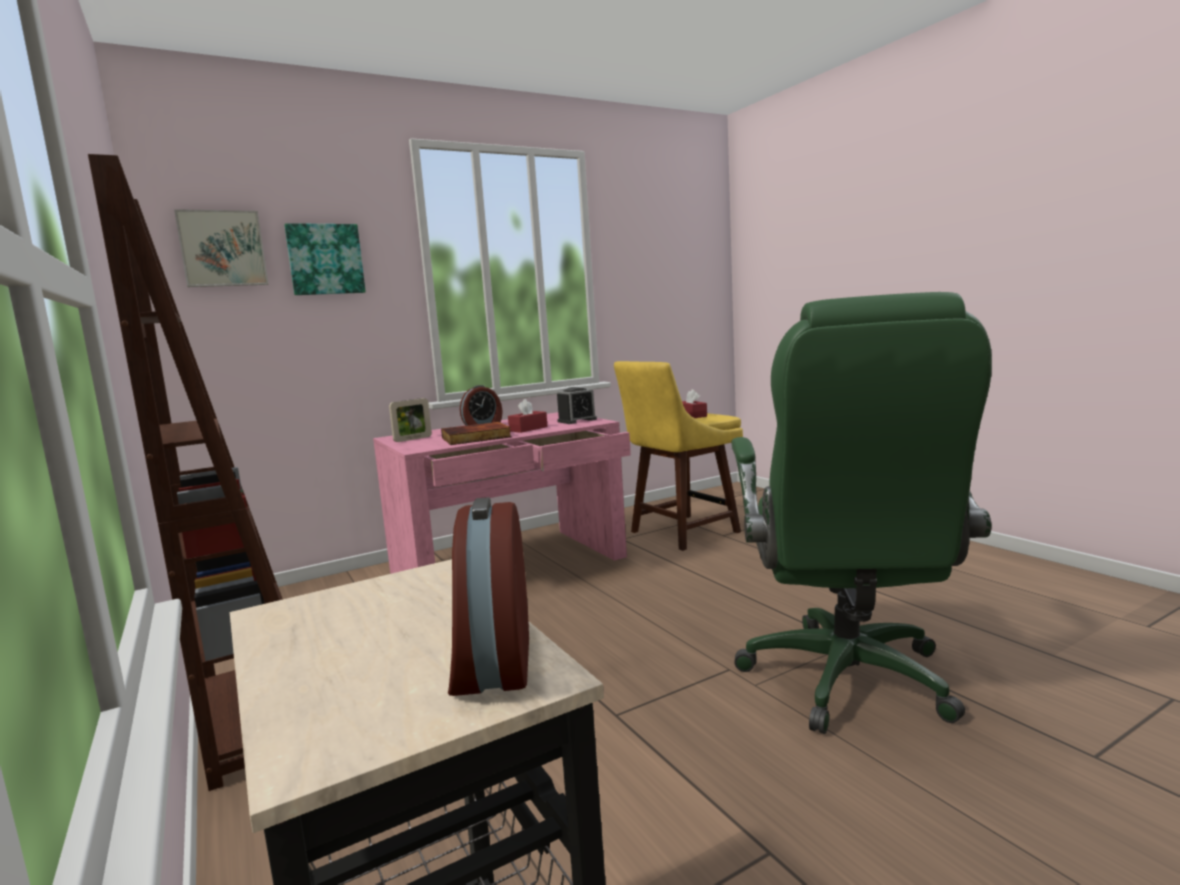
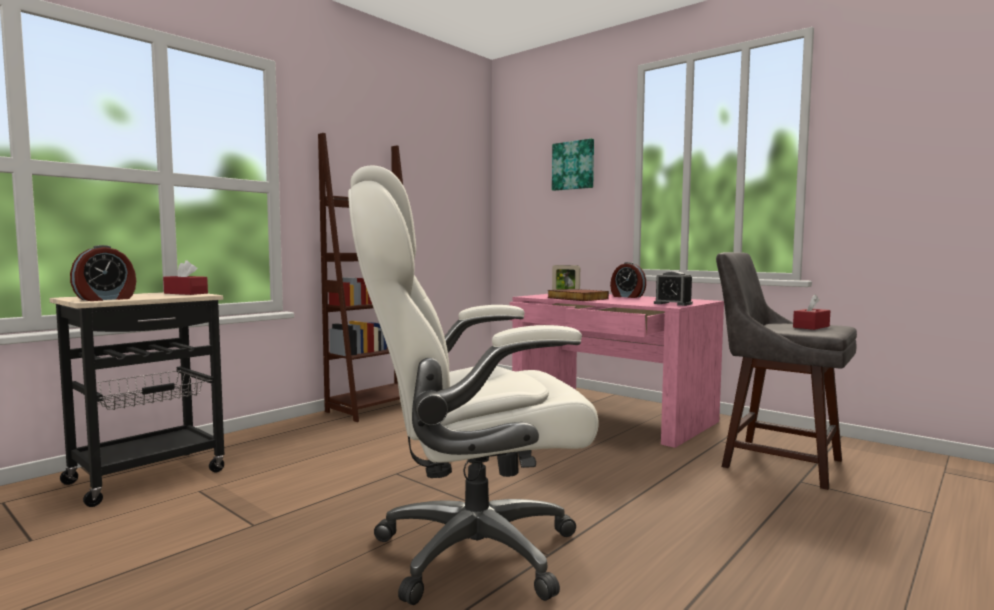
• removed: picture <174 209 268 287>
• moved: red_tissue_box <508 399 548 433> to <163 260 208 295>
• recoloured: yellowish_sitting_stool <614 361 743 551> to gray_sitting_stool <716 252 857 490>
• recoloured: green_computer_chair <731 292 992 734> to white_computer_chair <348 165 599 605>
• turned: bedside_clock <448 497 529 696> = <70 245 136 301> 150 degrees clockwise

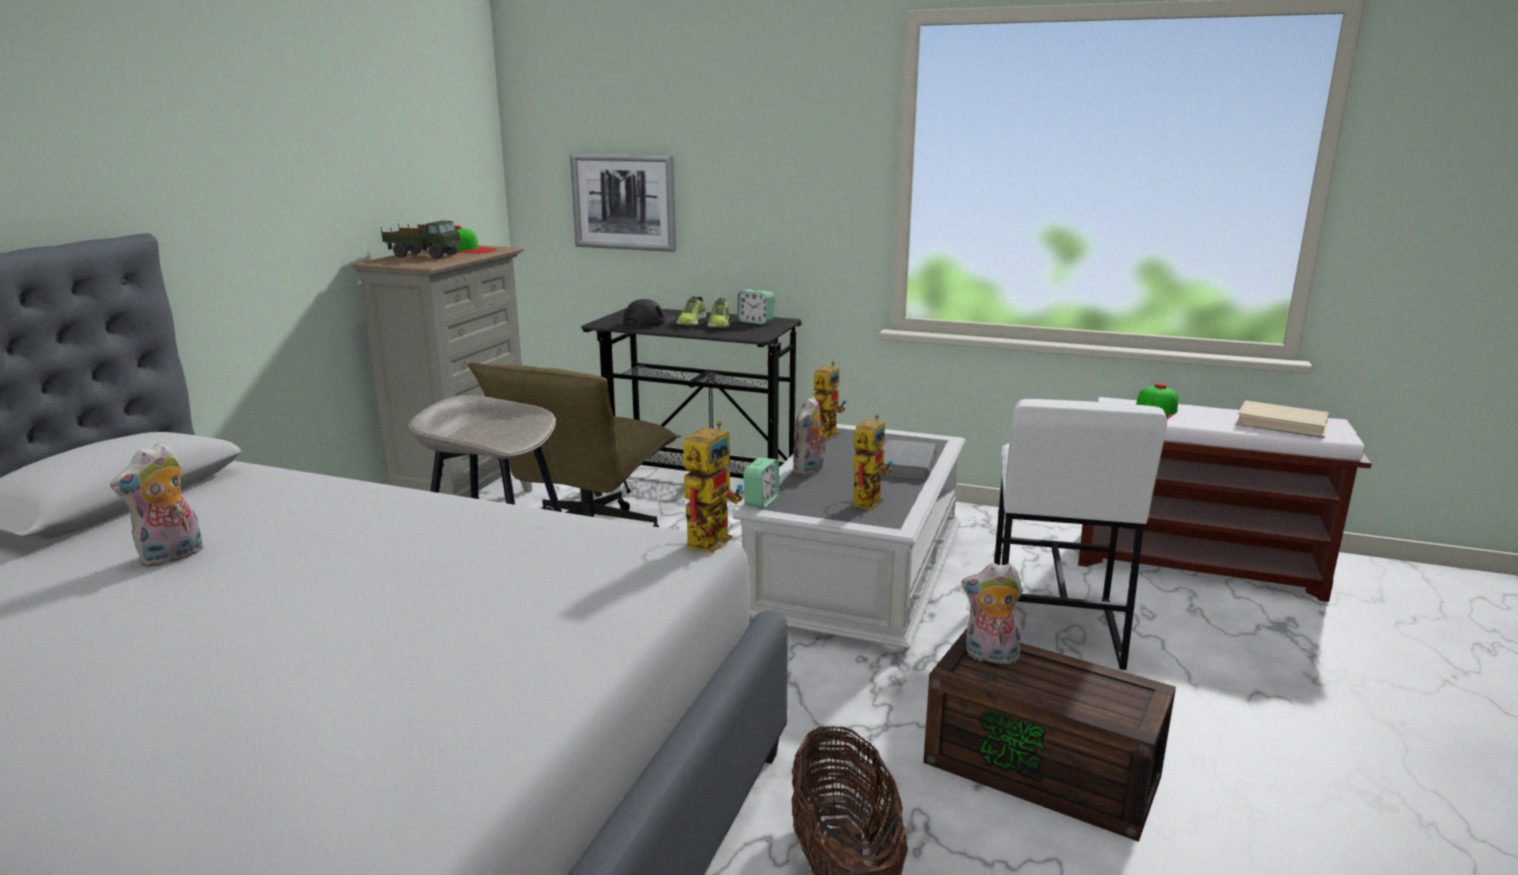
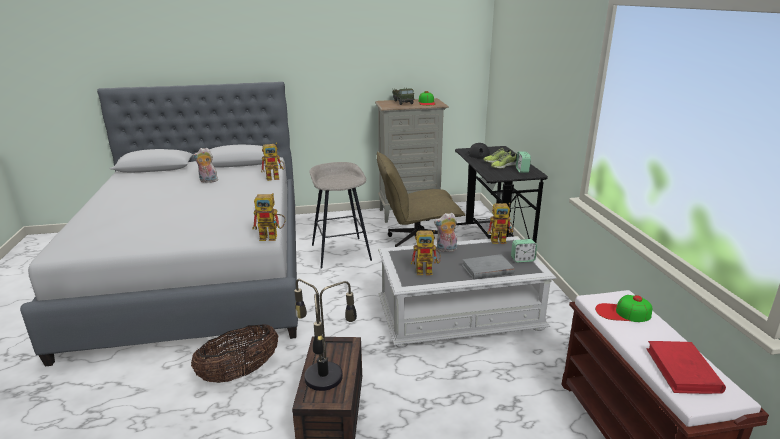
• removed: picture <570 154 676 252>
• removed: soft_toy <961 563 1023 667>
• removed: white_chair <994 399 1167 670>
• added: model_robot <261 143 285 181>
• added: table_lamp <294 279 357 391>
• moved: bedside_clock <743 458 780 508> to <511 239 537 263>
• recoloured: beige_bound_book <1236 400 1329 438> to red_bound_book <647 341 726 394>

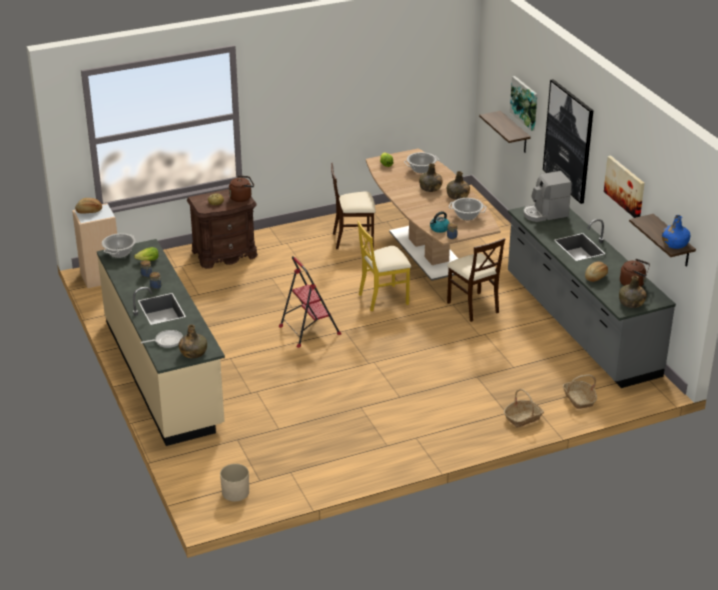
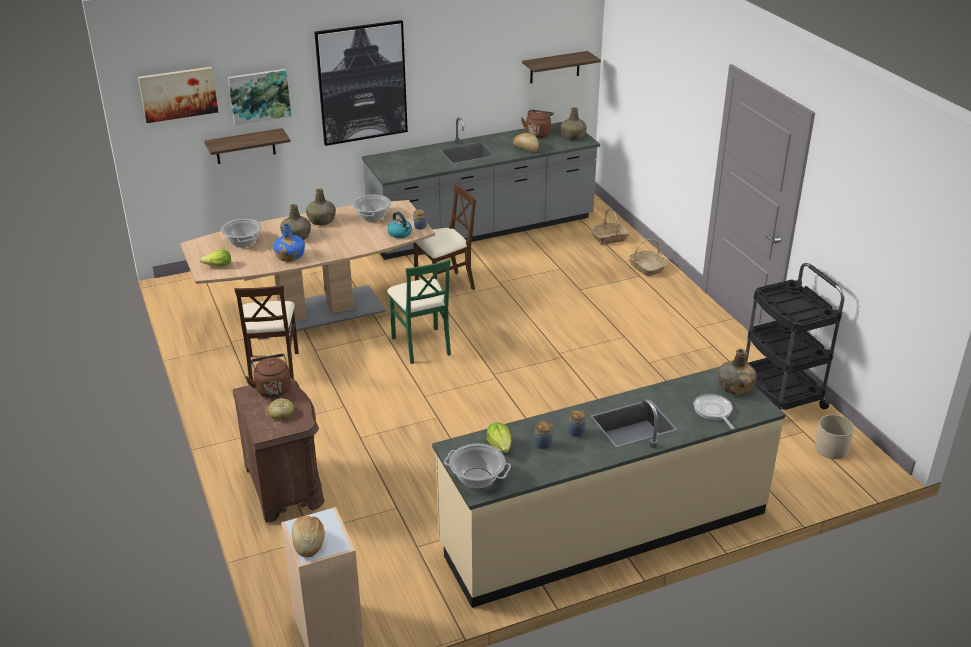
• removed: red_step_stool <279 256 342 348>
• removed: coffee_machine <523 171 572 222>
• added: blackish_wheeled_cart <746 263 845 410>
• moved: picture <604 155 645 218> to <138 67 218 123>
• moved: bluish_beverage_bottle <662 215 690 249> to <273 223 305 262>
• recoloured: yellowish_chair <357 221 411 311> to green_chair <387 260 451 364>

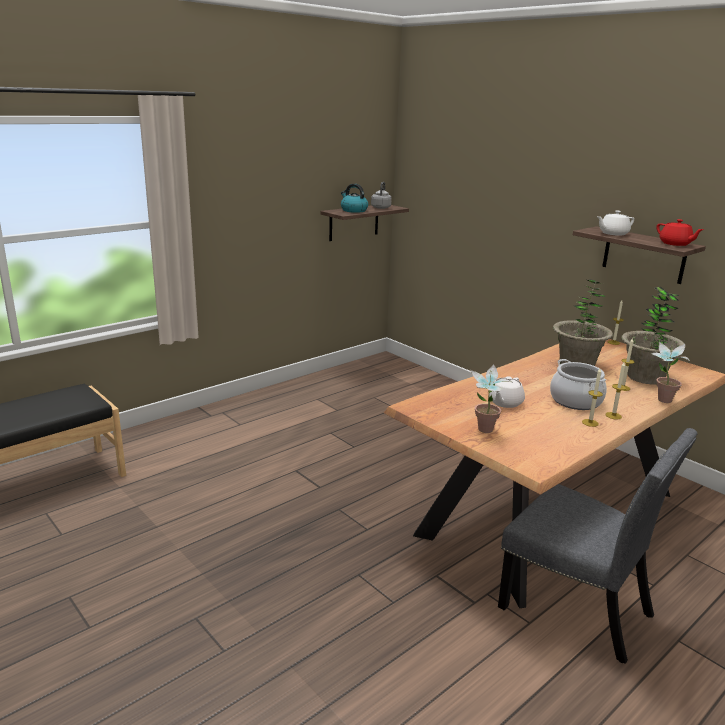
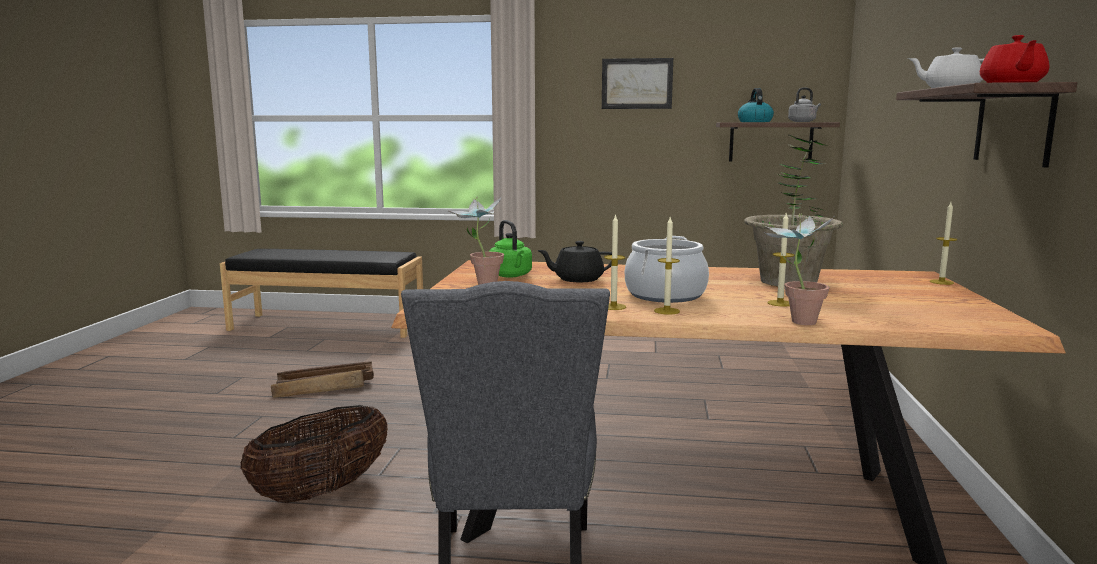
• removed: potted_plant <621 287 686 384>
• added: storage_basket <240 405 388 503>
• added: packing_crate <271 361 374 398>
• added: green_kettle <489 220 532 278>
• added: picture <602 58 673 109>
• recoloured: white_pot_for_tea <490 376 525 408> to blackish_pot_for_tea <537 241 612 282>

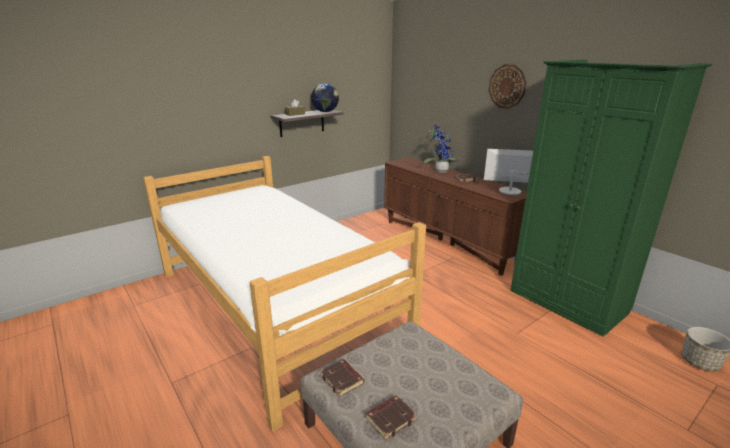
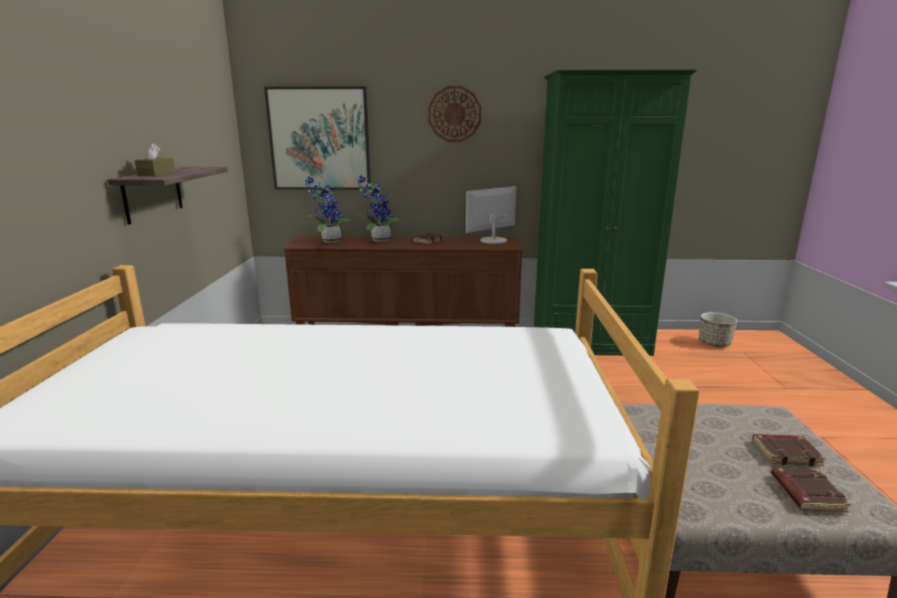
• removed: world_globe <311 83 339 112>
• added: picture <264 86 371 190>
• added: potted_plant <305 176 352 243>
• moved: brown_bound_book <320 359 364 397> to <752 434 826 466>

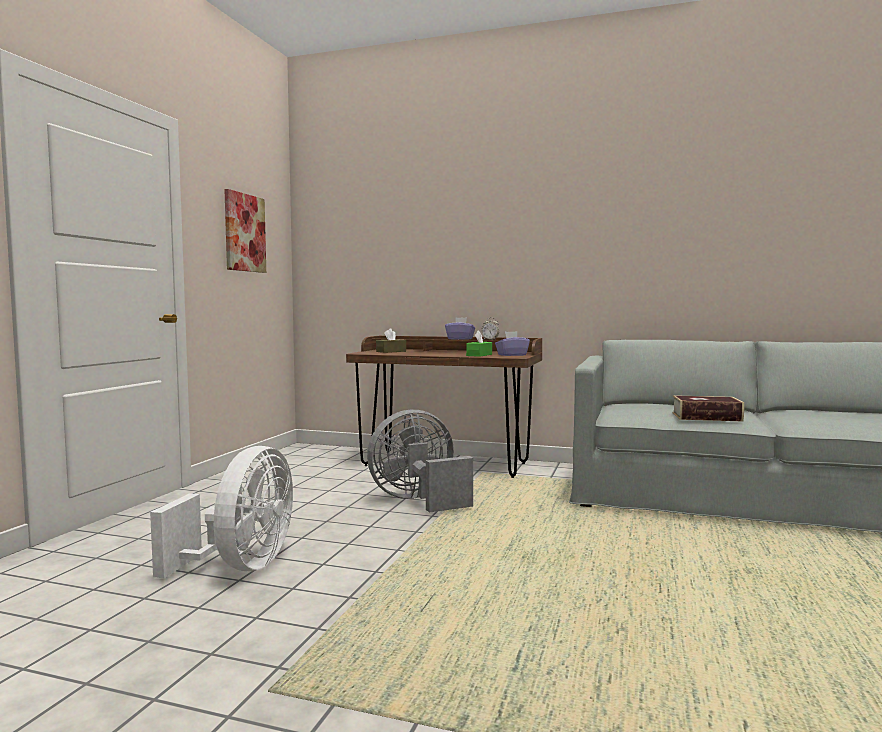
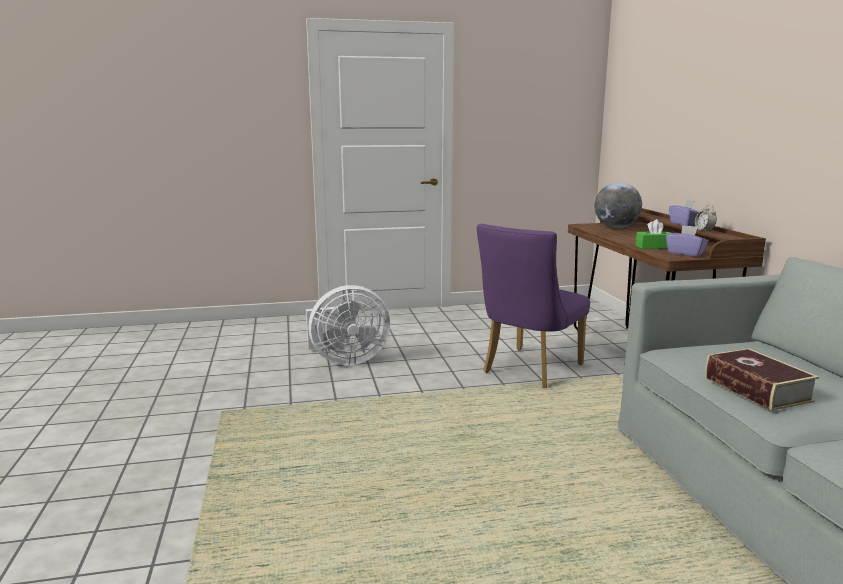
• removed: picture <224 189 266 273>
• replaced: gray_fan <367 410 473 513> to purplish_chair <477 224 590 388>
• replaced: brown_tissue_box <376 328 406 353> to world_globe <595 182 642 228>

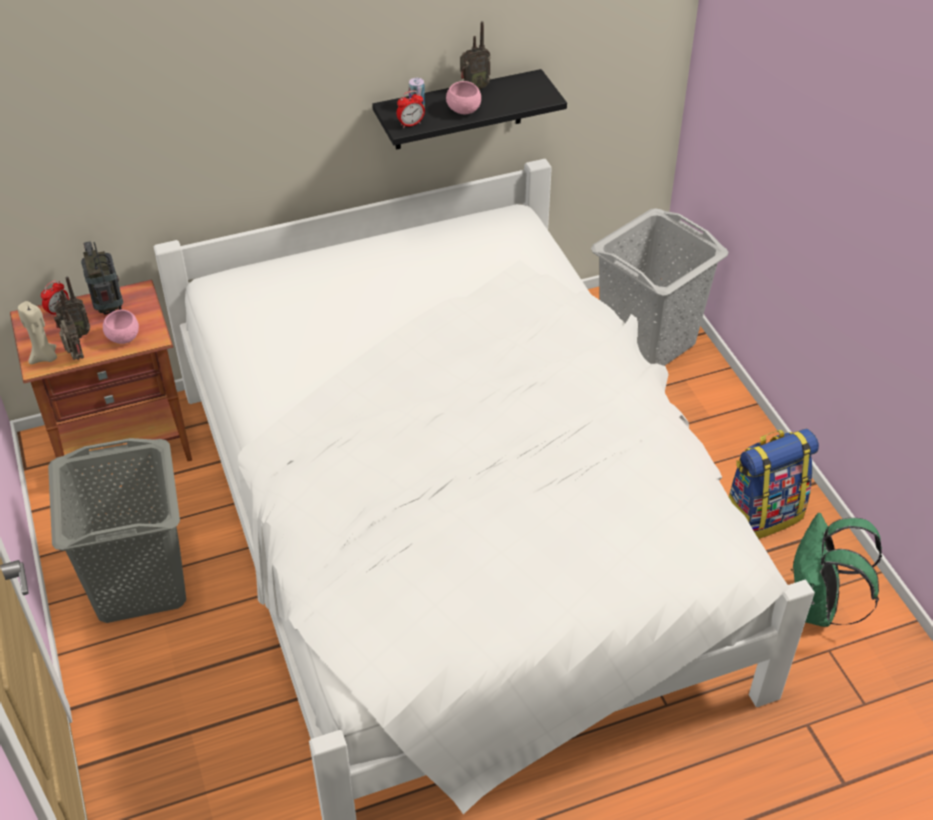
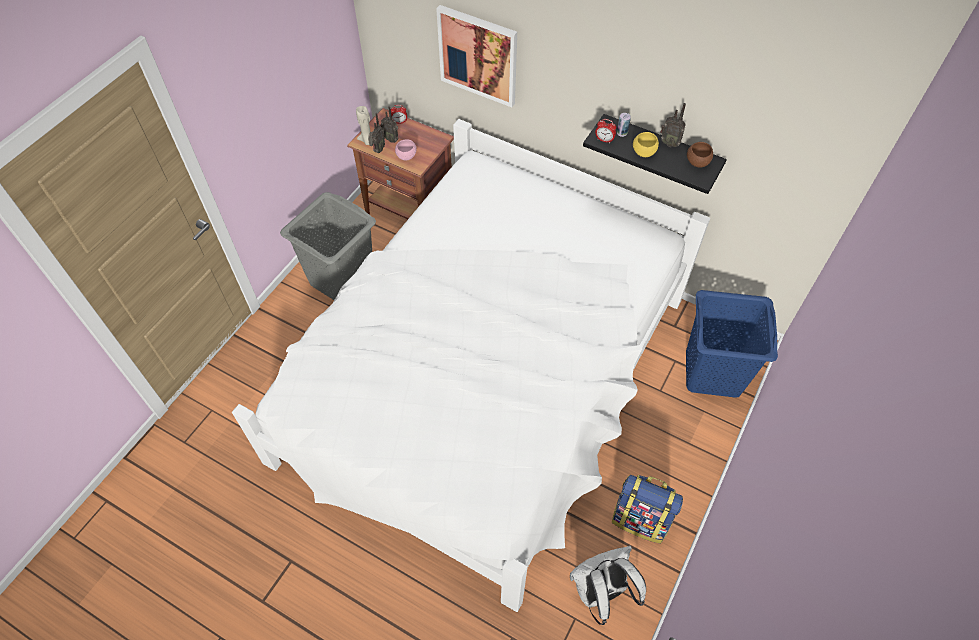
• removed: radio_set <81 241 123 315>
• added: picture <436 5 517 107>
• added: brown_serving_bowl <687 142 713 168>
• recoloured: pink_serving_bowl <446 81 481 114> to yellowish_serving_bowl <633 132 659 157>
• recoloured: gray_washing_basket <591 208 729 366> to bluish_washing_basket <686 290 778 397>
• recoloured: green_rucksack <791 513 882 627> to white_rucksack <570 546 646 625>

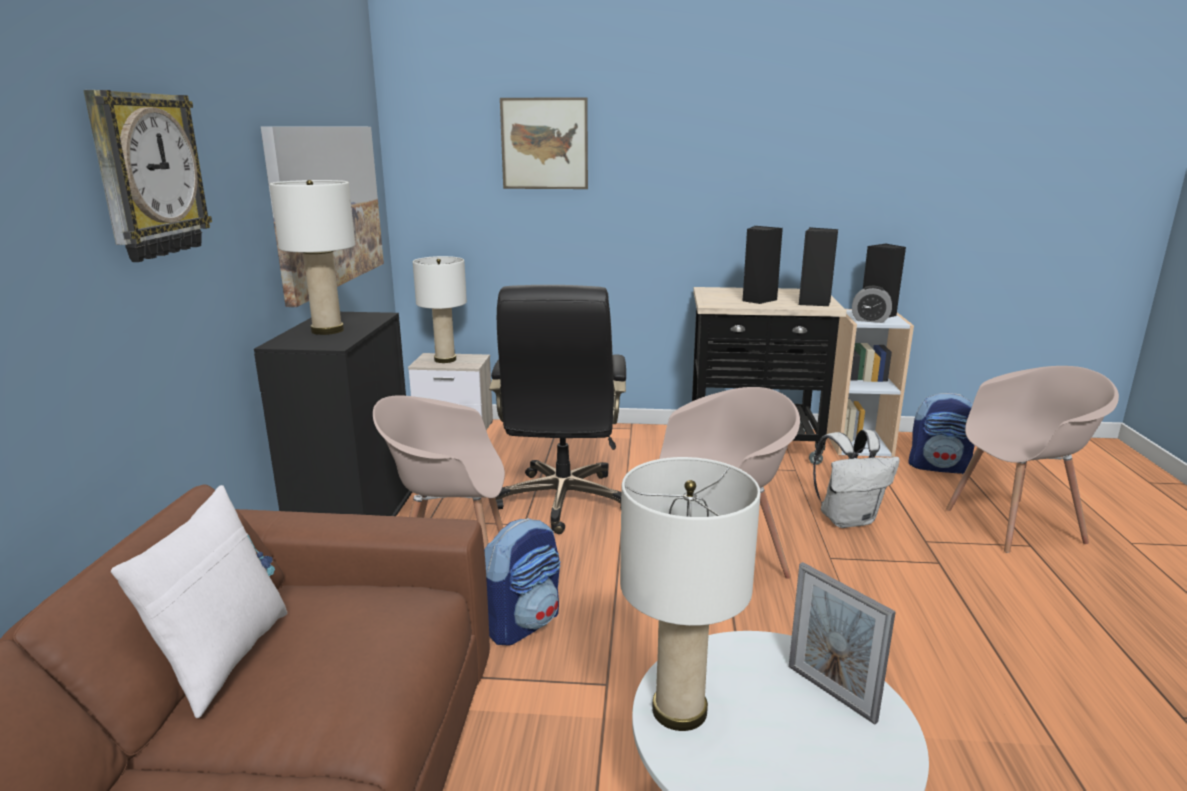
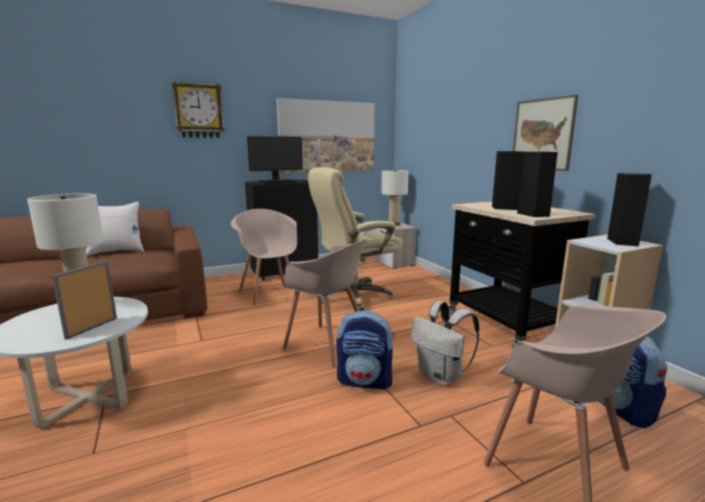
• removed: bedside_clock <852 286 892 323>
• moved: rucksack <484 518 561 646> to <337 310 395 390>
• moved: picture <500 98 588 189> to <513 95 578 171>
• replaced: white_table_lamp <270 180 355 335> to computer_screen <247 136 303 183>
• recoloured: blackish_computer_chair <489 285 626 534> to beige_computer_chair <308 167 402 311>

